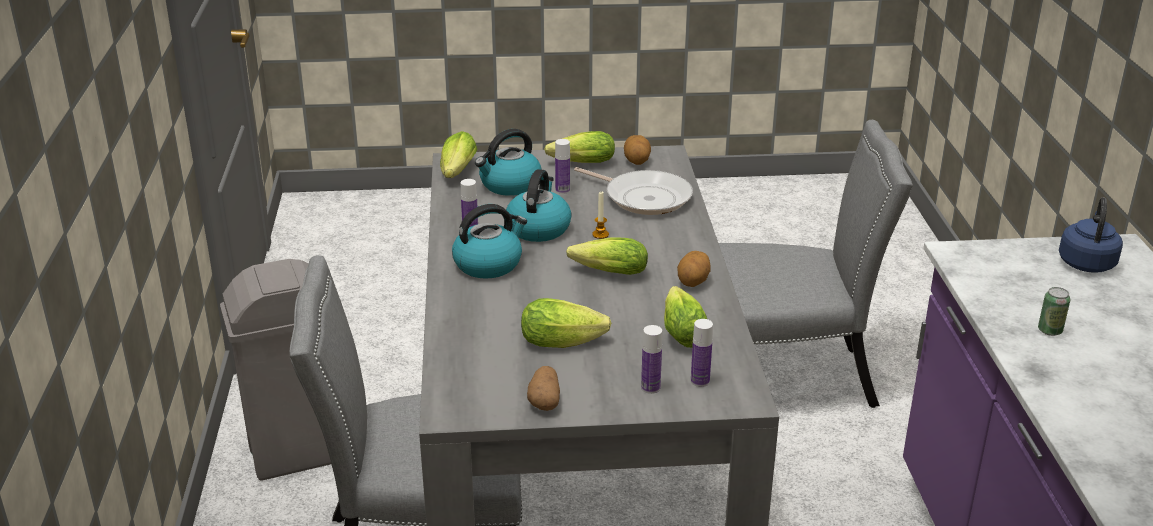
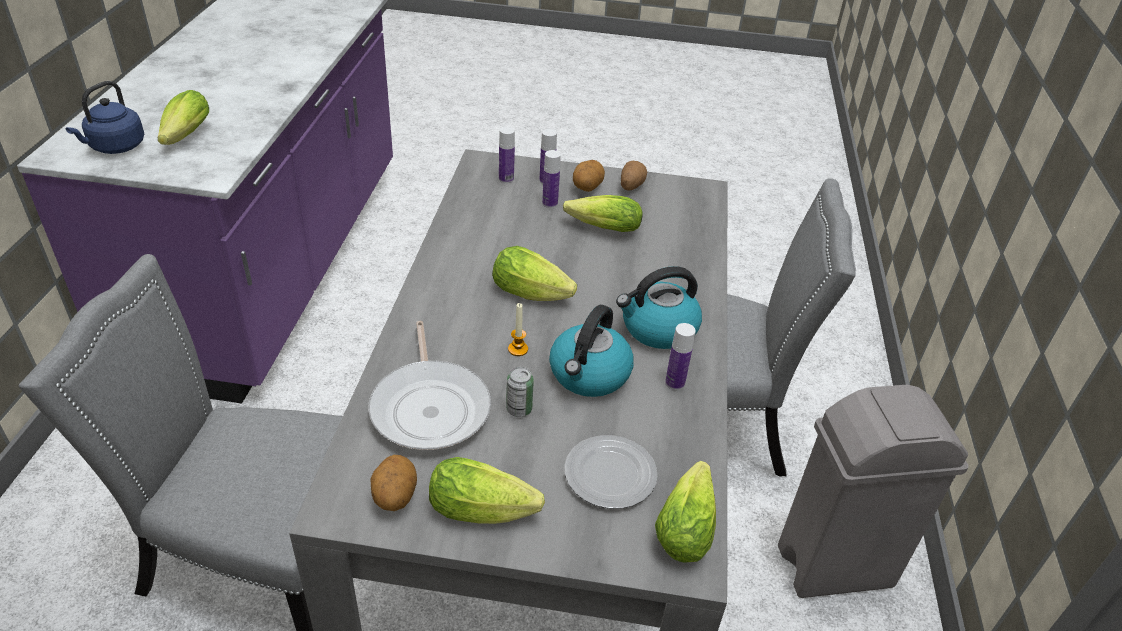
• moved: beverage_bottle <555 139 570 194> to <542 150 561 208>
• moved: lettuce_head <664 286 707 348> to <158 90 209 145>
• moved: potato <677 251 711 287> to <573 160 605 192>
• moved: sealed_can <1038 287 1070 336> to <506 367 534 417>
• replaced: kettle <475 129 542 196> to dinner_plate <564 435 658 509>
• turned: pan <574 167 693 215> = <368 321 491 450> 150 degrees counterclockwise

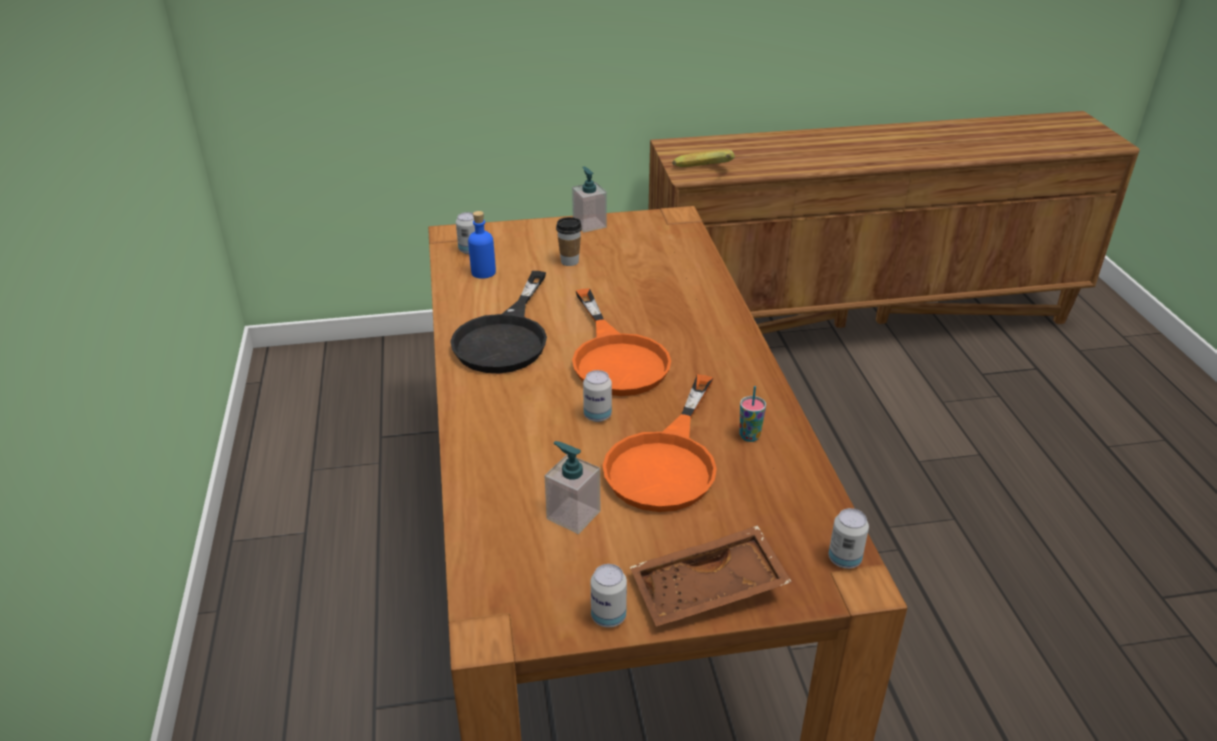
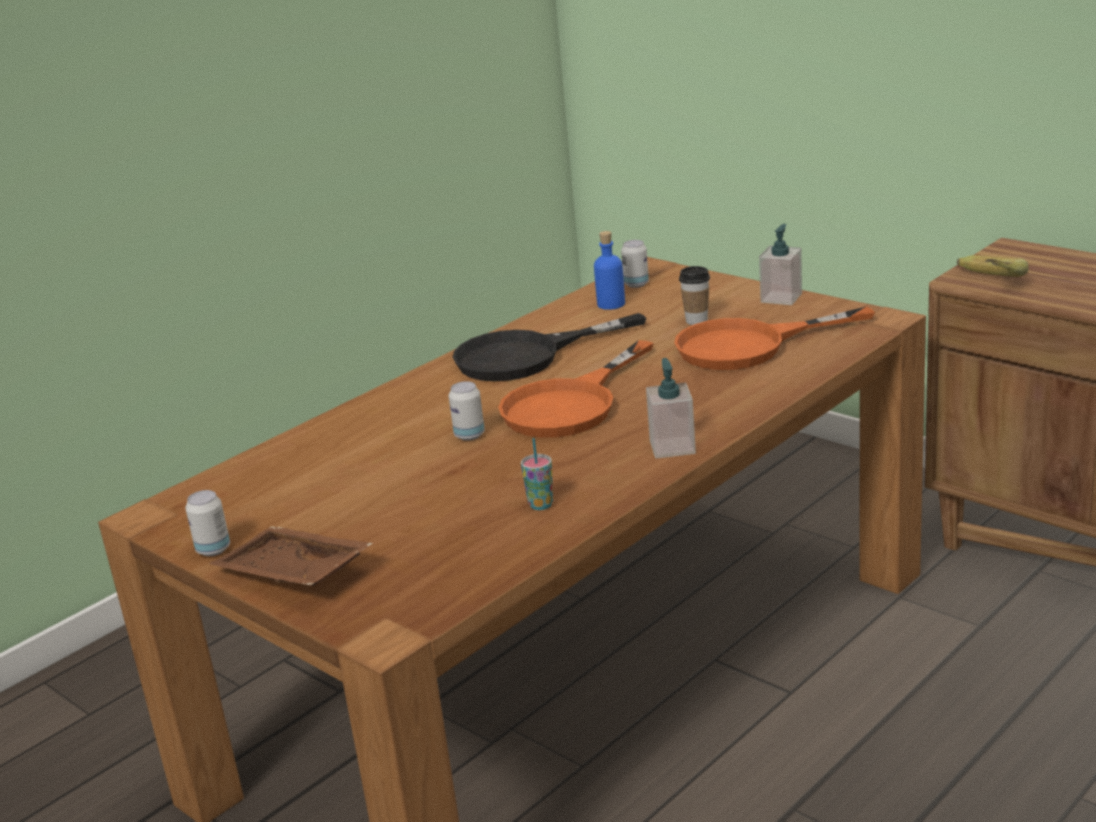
• removed: sealed_can <828 508 869 569>
• moved: soap_dispenser <545 441 600 534> to <646 358 696 459>
• moved: orange_pan <603 374 717 512> to <674 307 875 370>

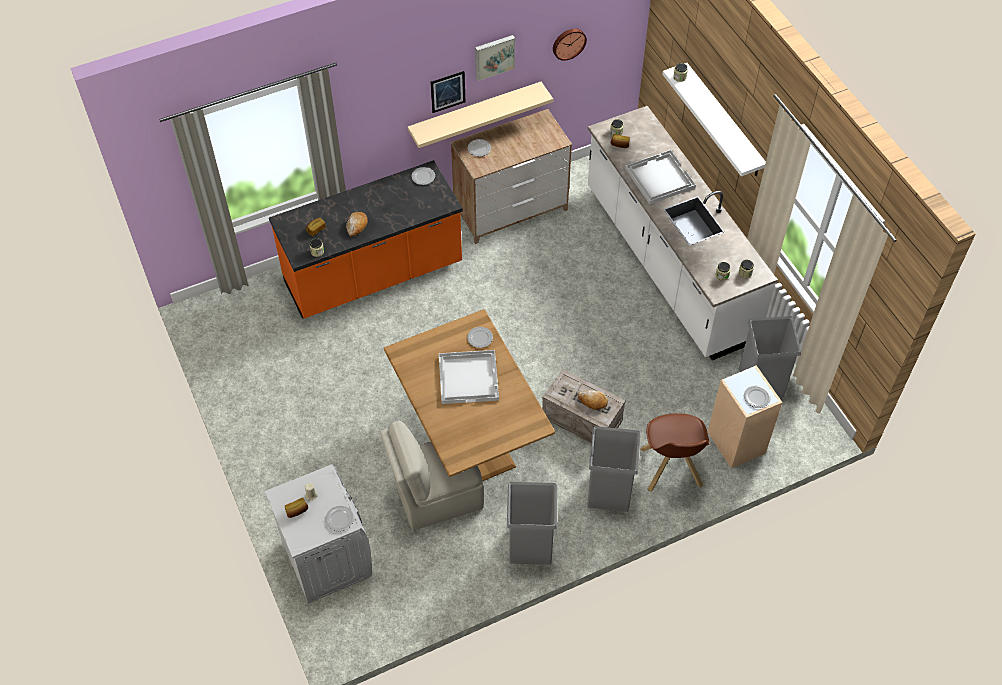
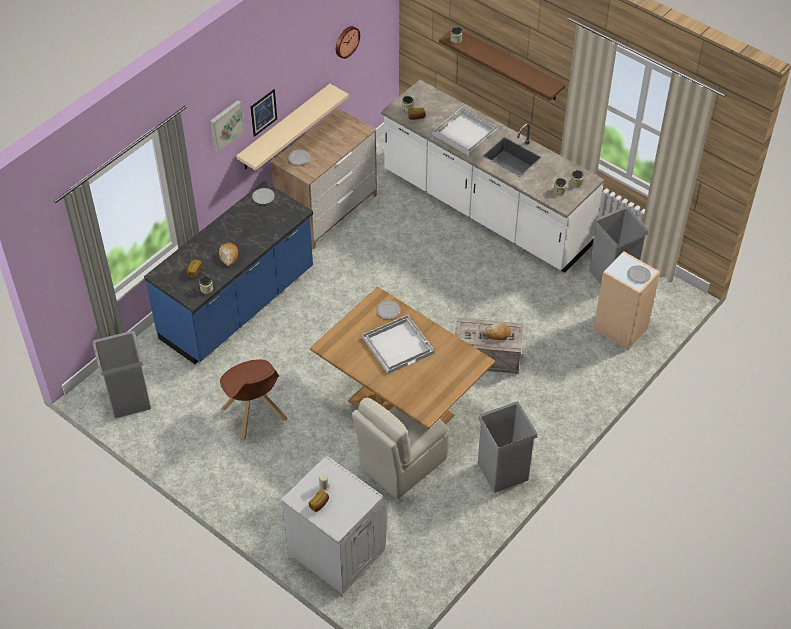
• removed: dinner_plate <325 506 354 531>
• moved: picture <475 35 515 81> to <210 100 244 152>
• moved: gray_rubbish_bin <587 426 640 512> to <93 331 151 418>
• moved: brown_chair <640 413 710 492> to <220 359 287 441>
• recoloured: orange_kitchen_counter <269 160 463 318> to bluish_kitchen_counter <144 181 313 364>
• recoloured: white_wall_shelf <662 63 766 176> to brown_wall_shelf <439 30 566 101>

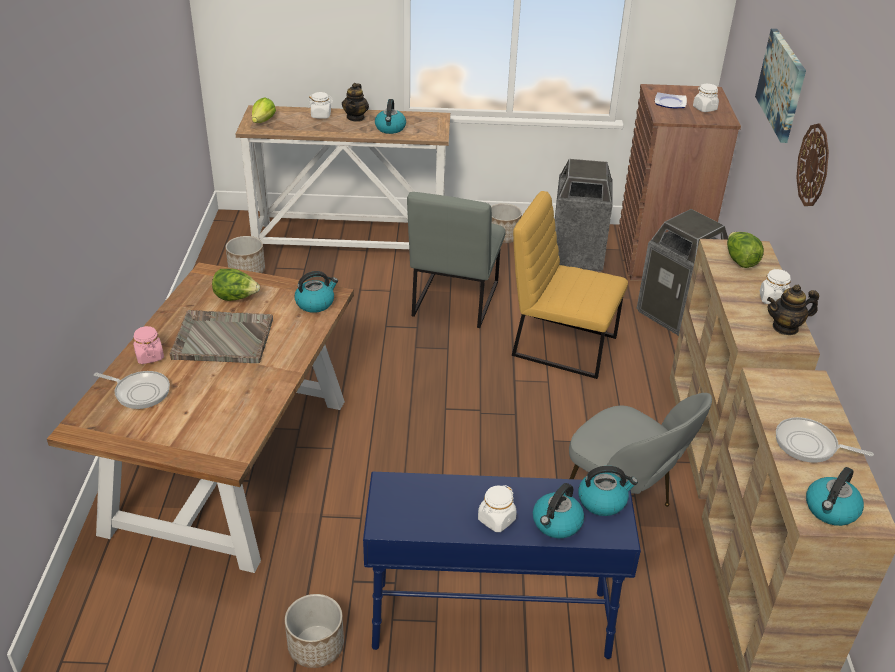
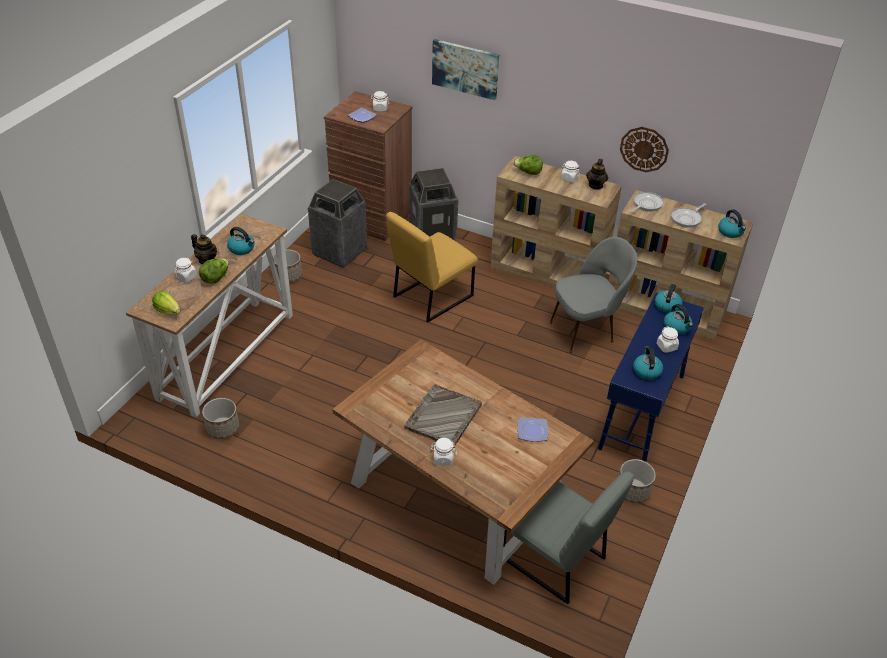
• added: dinner_plate <517 418 548 442>
• moved: pan <94 371 170 409> to <629 192 664 213>
• moved: lettuce_head <212 269 260 301> to <199 259 229 284>
• moved: kettle <294 271 338 313> to <633 346 663 380>
• moved: gray_chair <407 192 506 328> to <503 471 634 604>
• moved: clock_on_the_wall <796 123 829 206> to <620 127 669 172>
• recoloured: pink_storage_jar <133 326 164 364> to white_storage_jar <431 438 457 466>

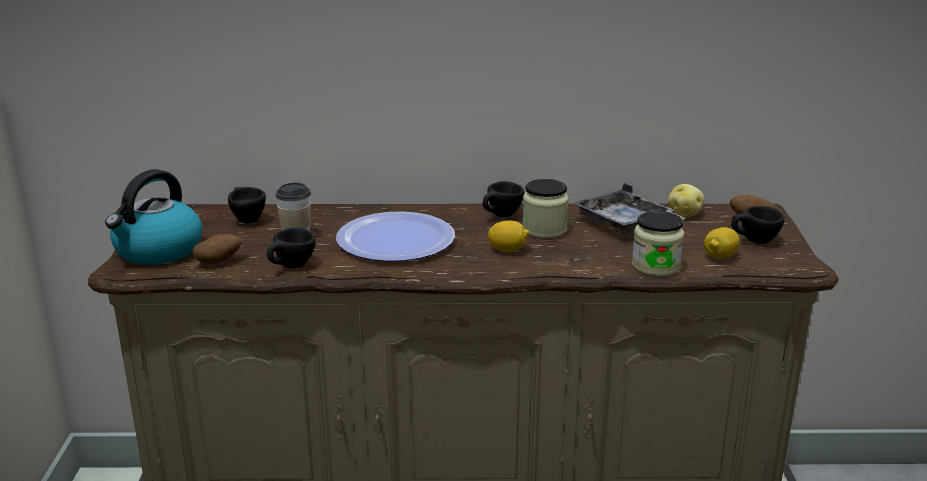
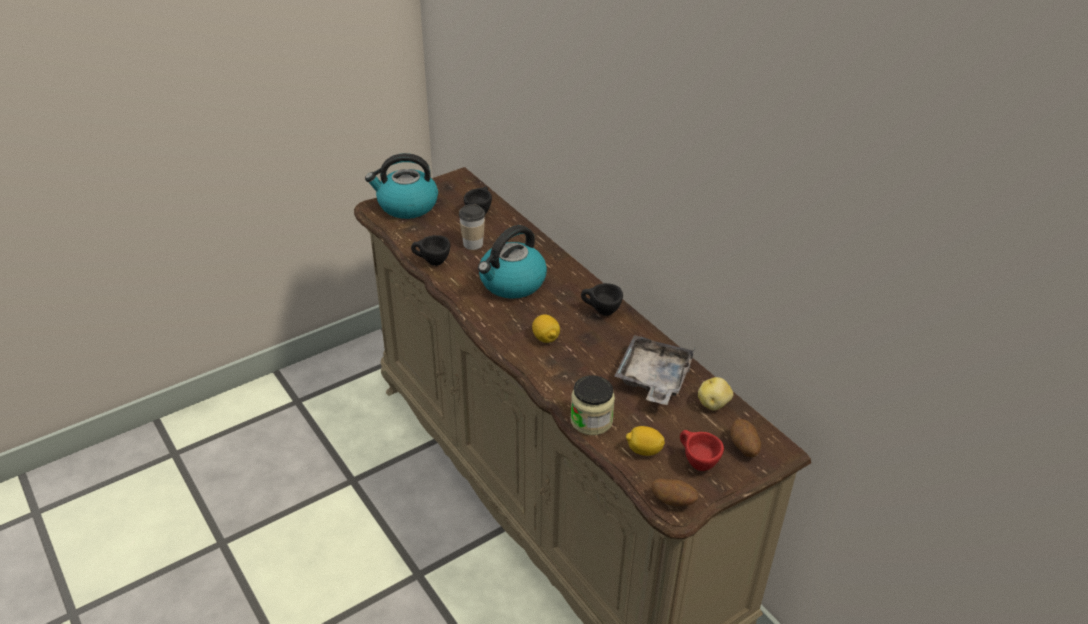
• removed: storage_jar <523 179 569 238>
• moved: potato <192 234 242 264> to <651 479 698 506>
• replaced: dinner_plate <336 212 455 261> to kettle <478 225 547 299>
• recoloured: blackish_small_cup <731 206 784 244> to red_small_cup <680 430 724 471>

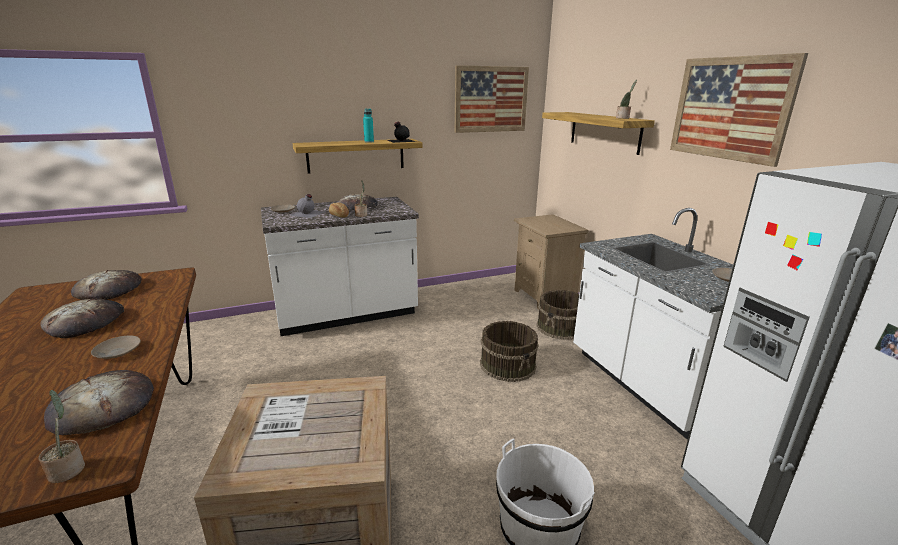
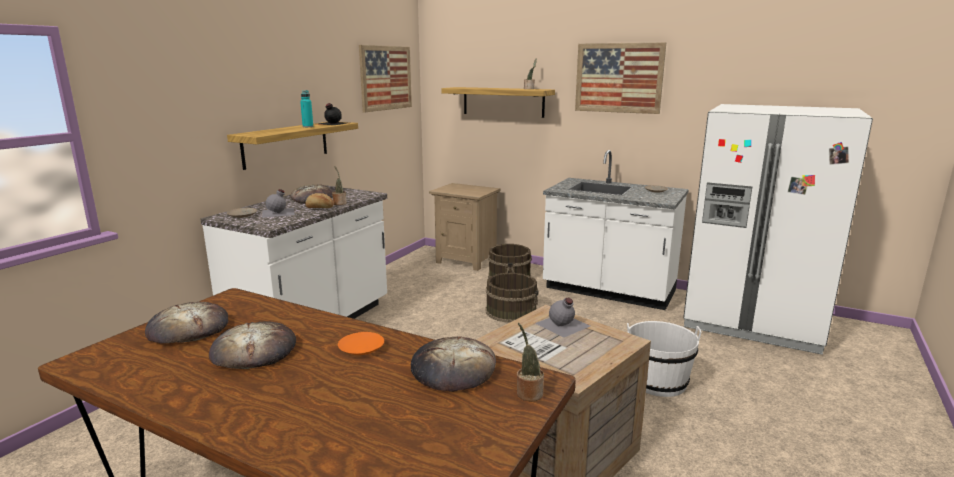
• added: gray_beverage_bottle <535 298 590 337>
• recoloured: beige_dinner_plate <91 336 141 359> to orange_dinner_plate <338 332 384 355>

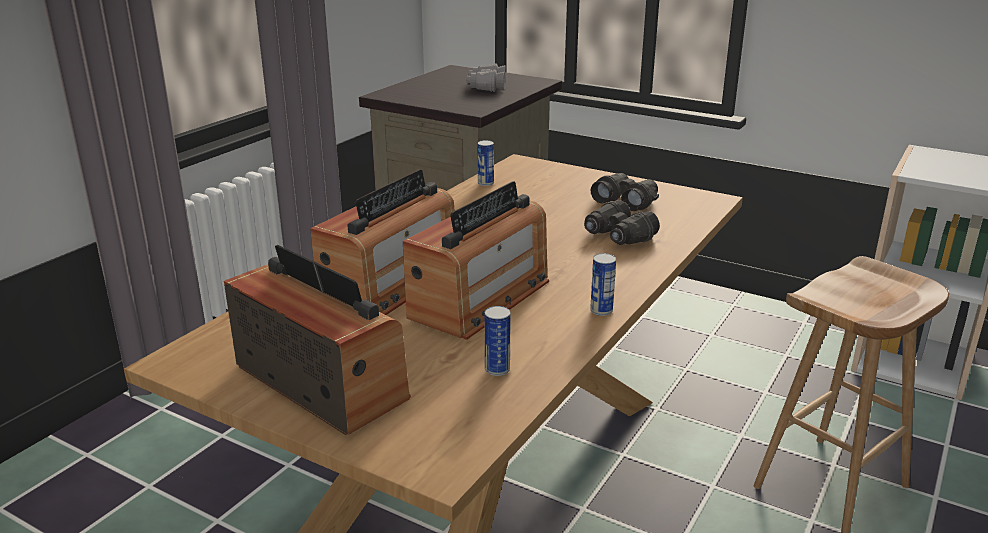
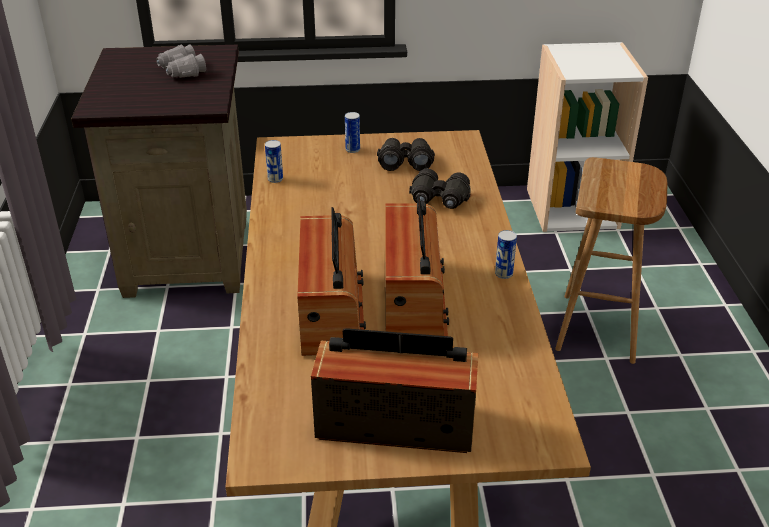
• moved: sealed_can <485 306 511 376> to <345 112 360 153>

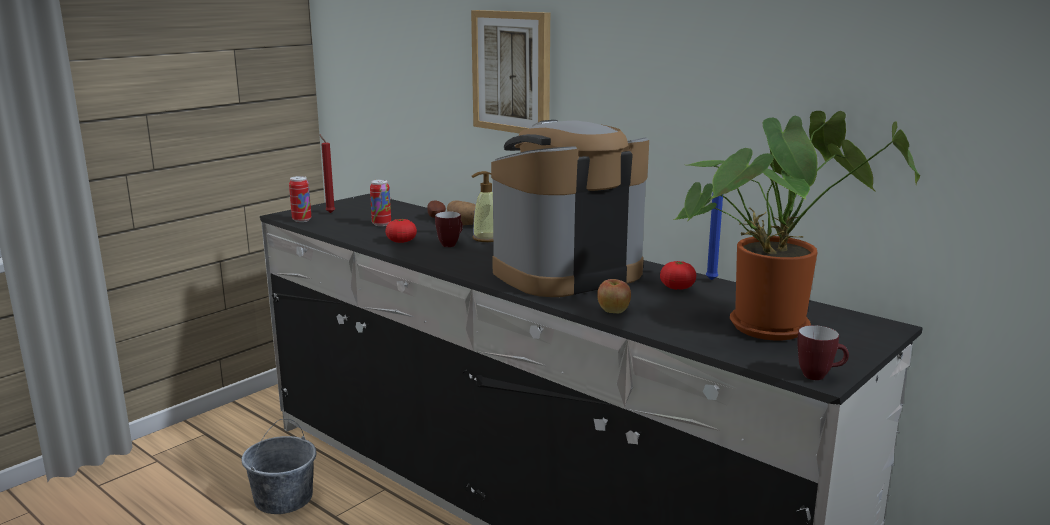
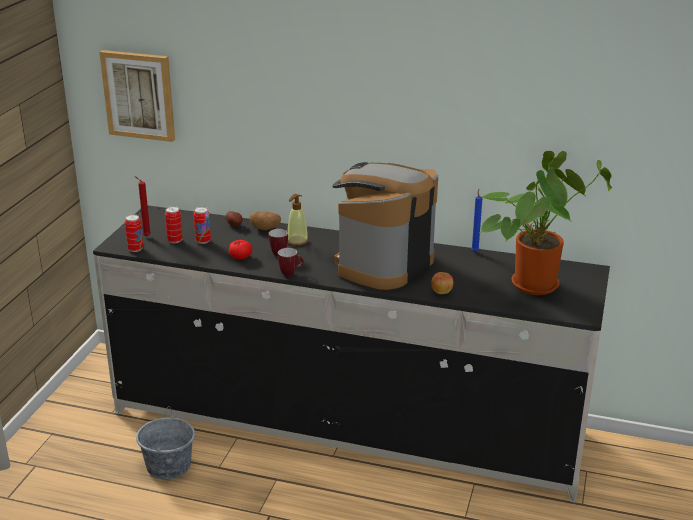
• removed: tomato <660 261 696 290>
• added: sealed_can <165 206 183 243>
• moved: picture <471 10 550 134> to <99 50 175 142>
• moved: coffee_mug <797 325 849 380> to <278 248 304 276>

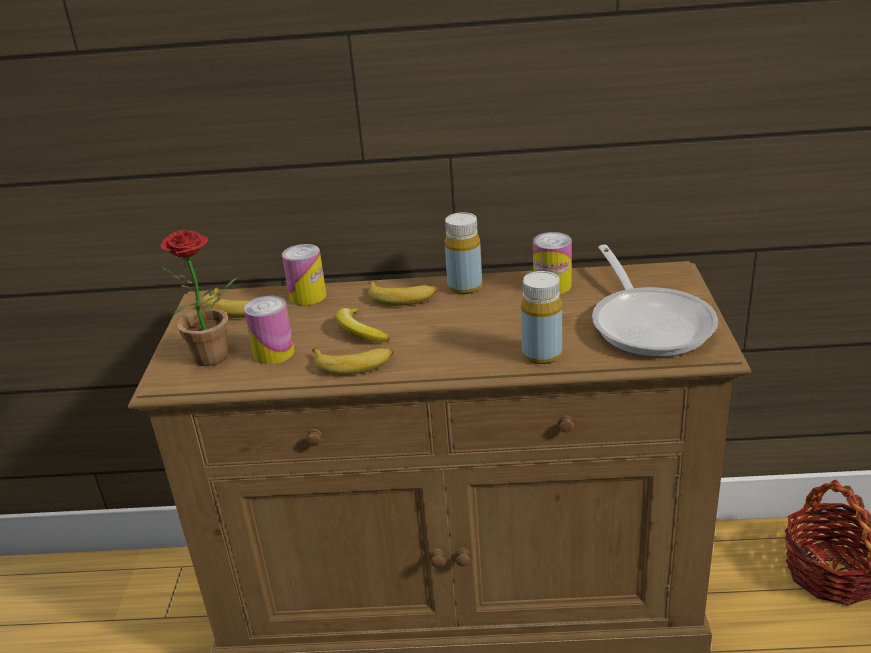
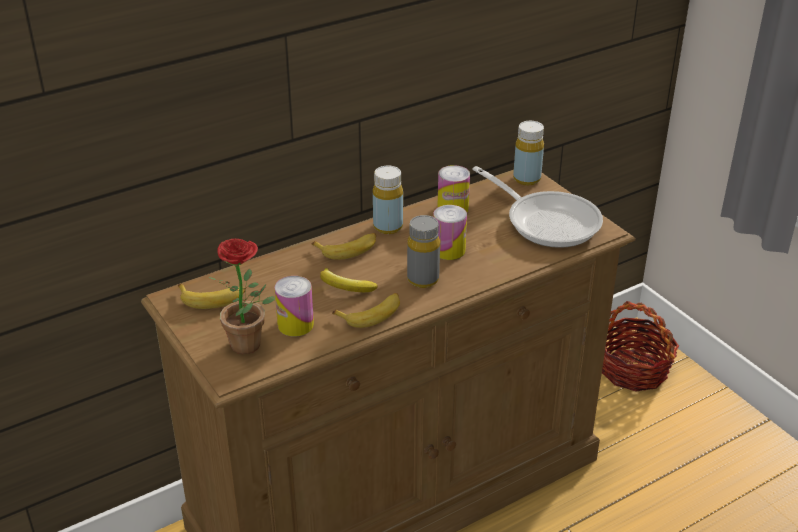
• added: gray_beverage_bottle <407 215 440 288>
• moved: sealed_can <282 244 326 306> to <433 205 467 260>
• moved: yellowish_beverage_bottle <521 271 562 364> to <513 121 544 185>

